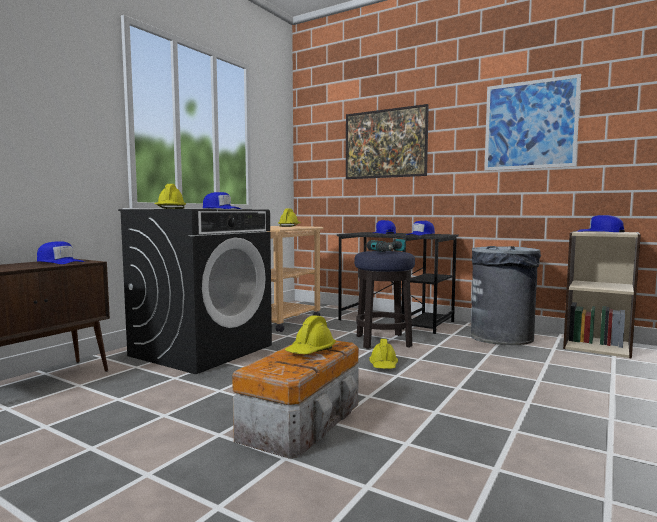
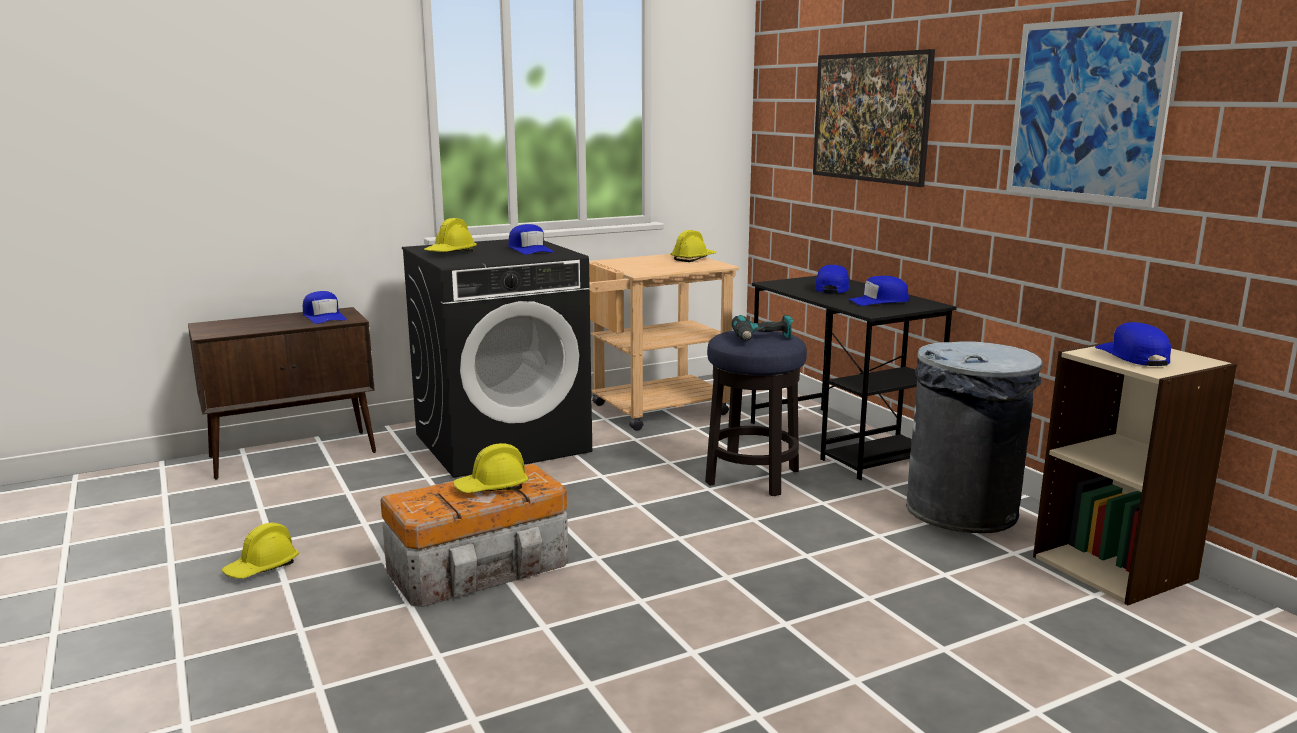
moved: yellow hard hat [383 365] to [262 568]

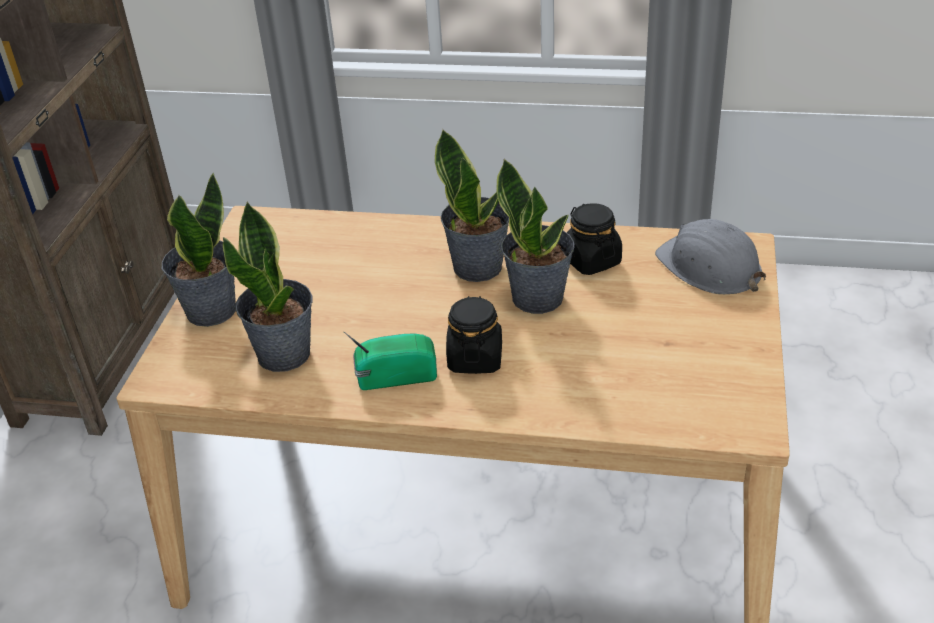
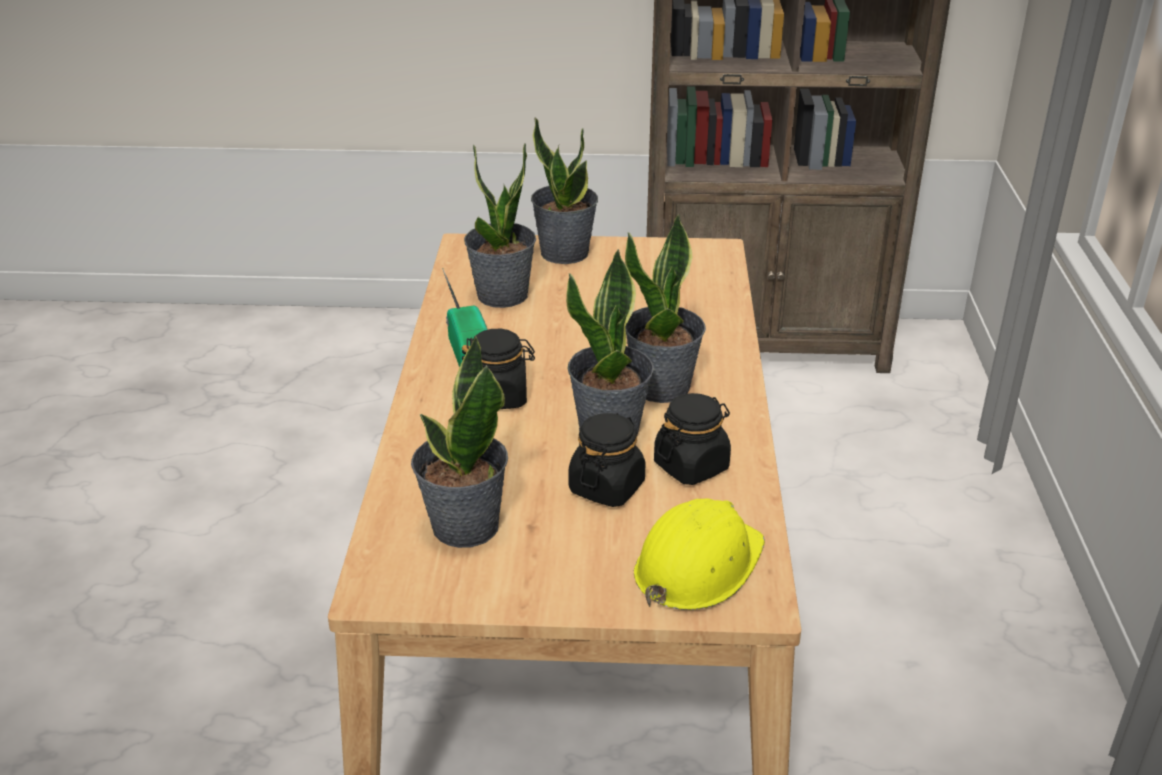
added: potted plant [464 526]; black jar [607 487]
recoloured: grey hard hat [709 267] to yellow hard hat [697 565]

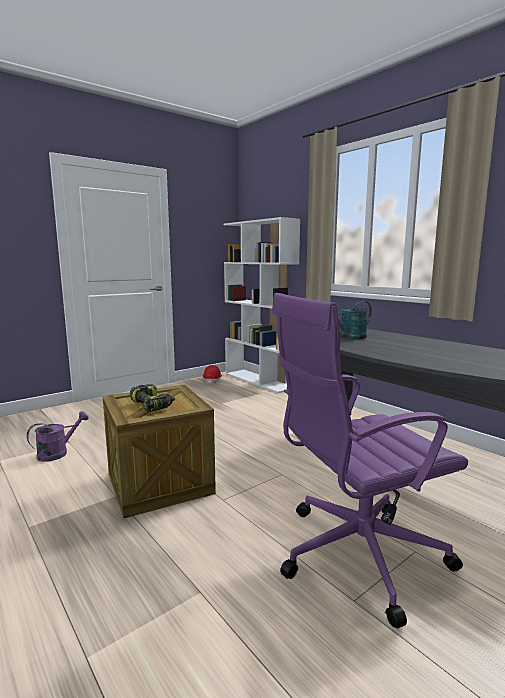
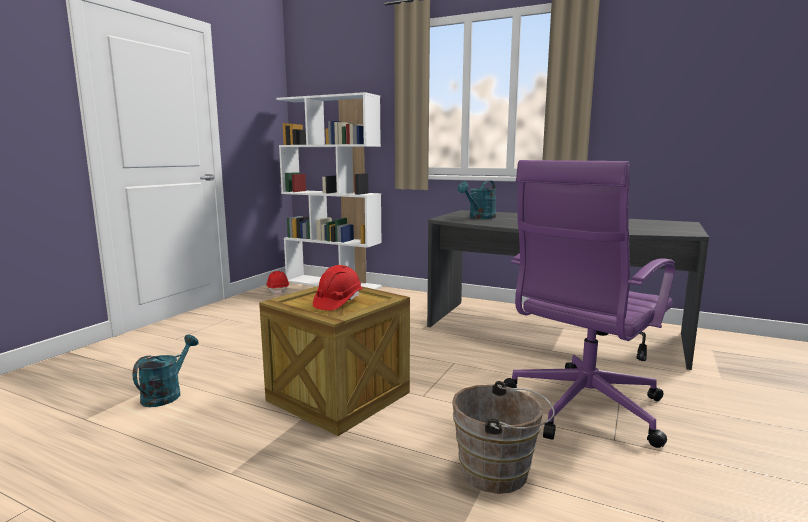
added: brown bucket [500 473]
replaced: power drill [153 405] to red hard hat [338 302]
recoloured: purple watering can [58 453] to turquoise watering can [166 394]

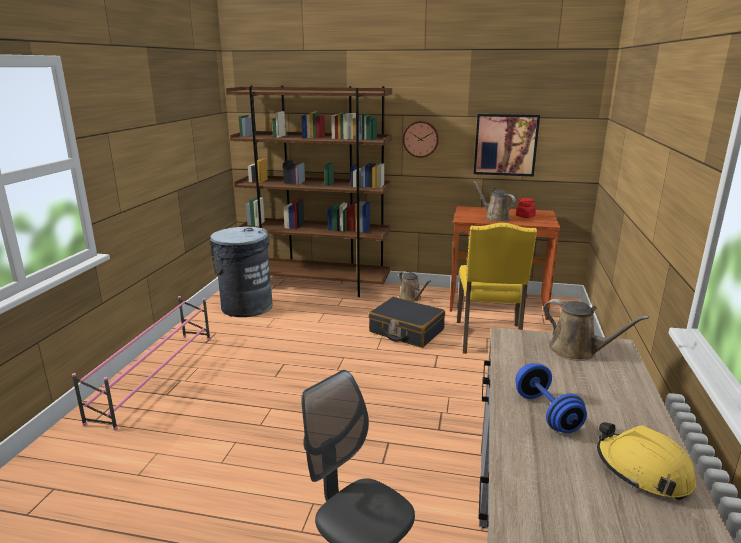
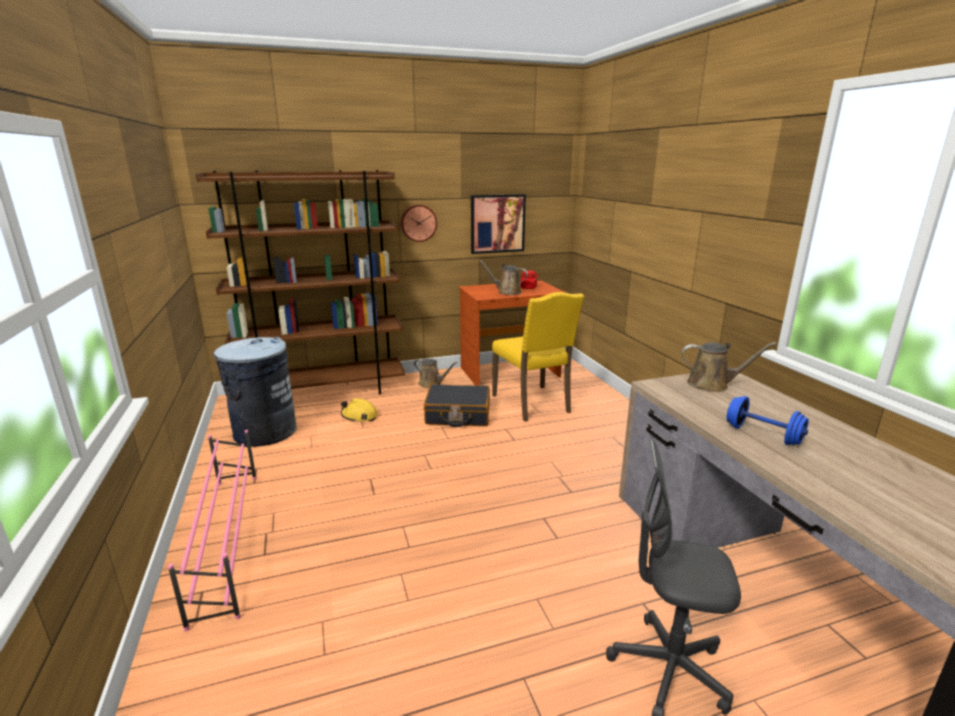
moved: yellow hard hat [643 471] to [359 416]

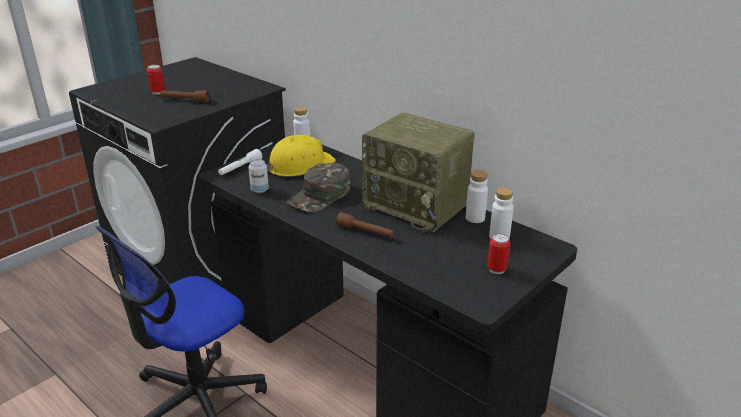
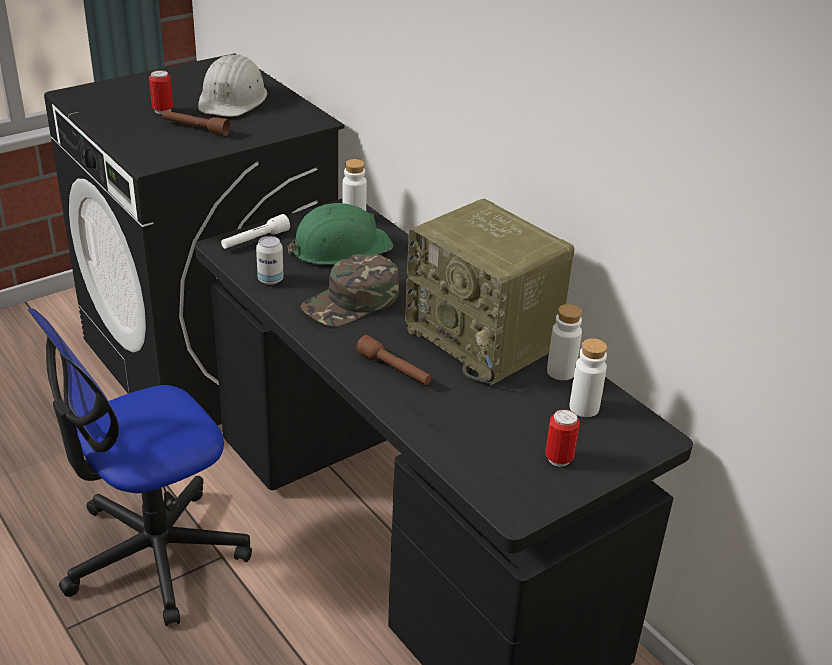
added: white hard hat [233 99]
recoloured: yellow hard hat [300 165] to green hard hat [340 247]

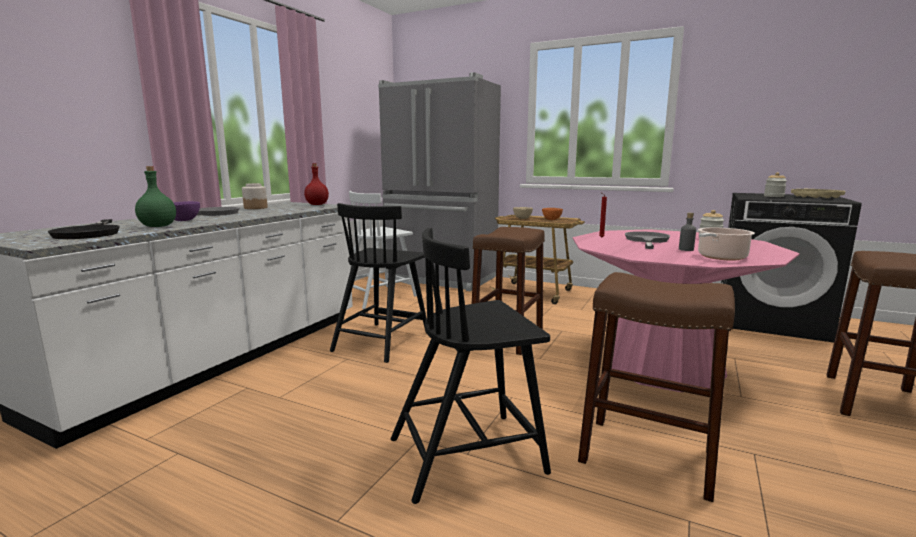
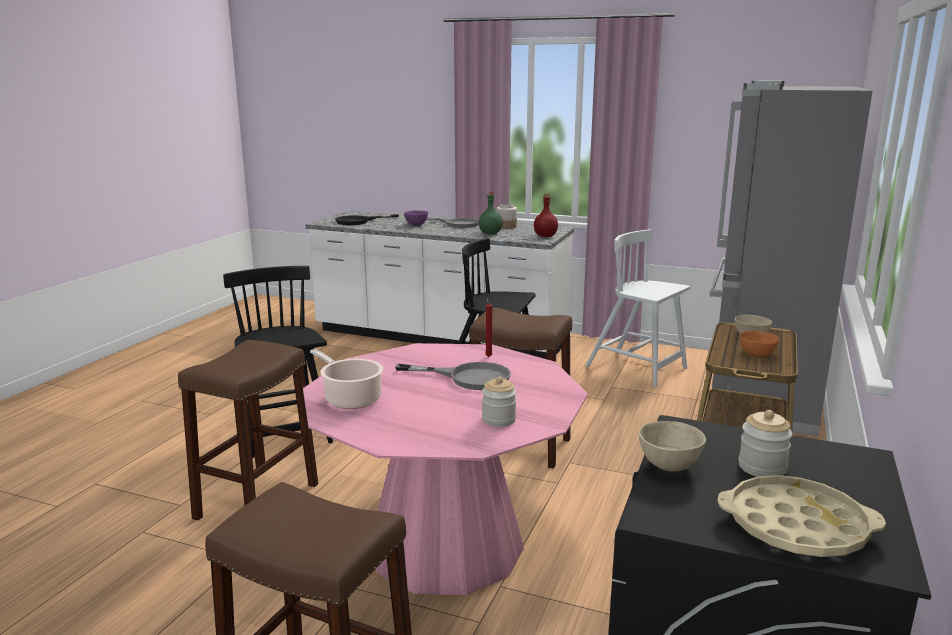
removed: grey bottle [686 249]
added: beige bowl [668 466]
moved: green bottle [158 226] to [490 233]

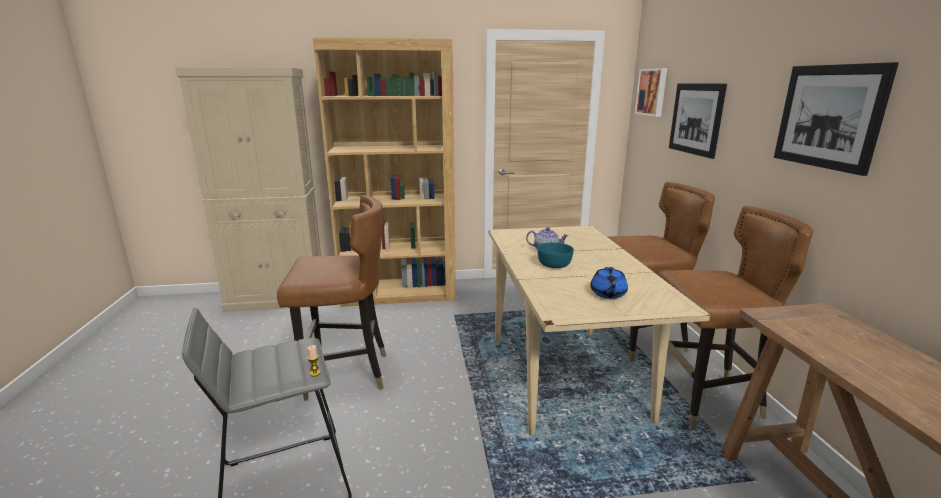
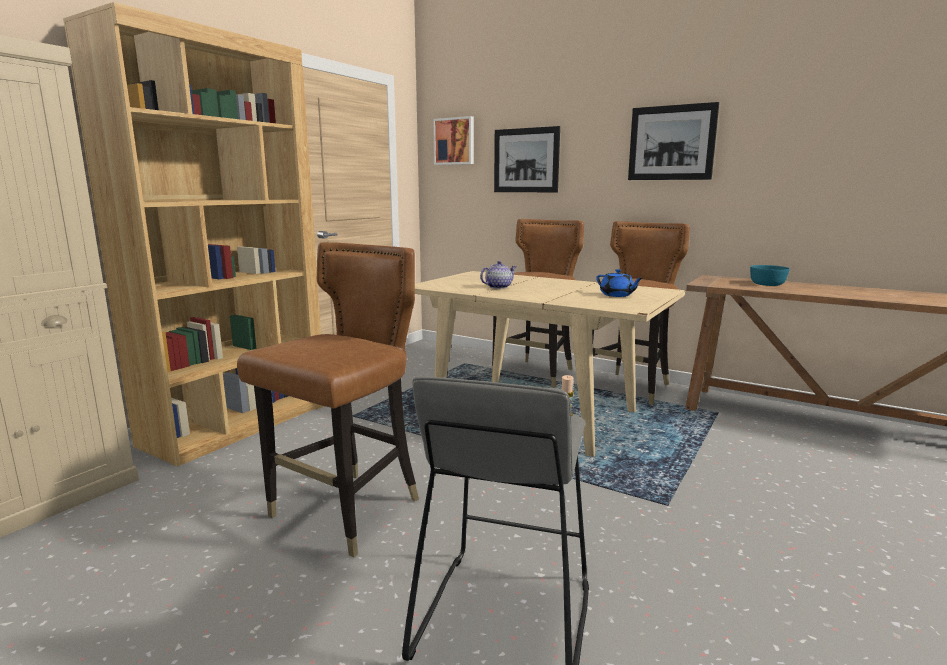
moved: turquoise bowl [554 264] to [767 284]

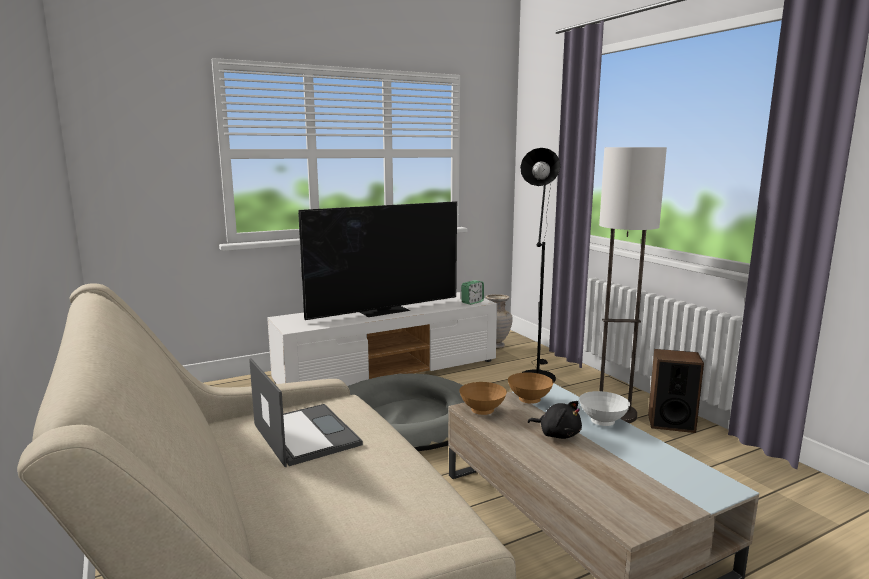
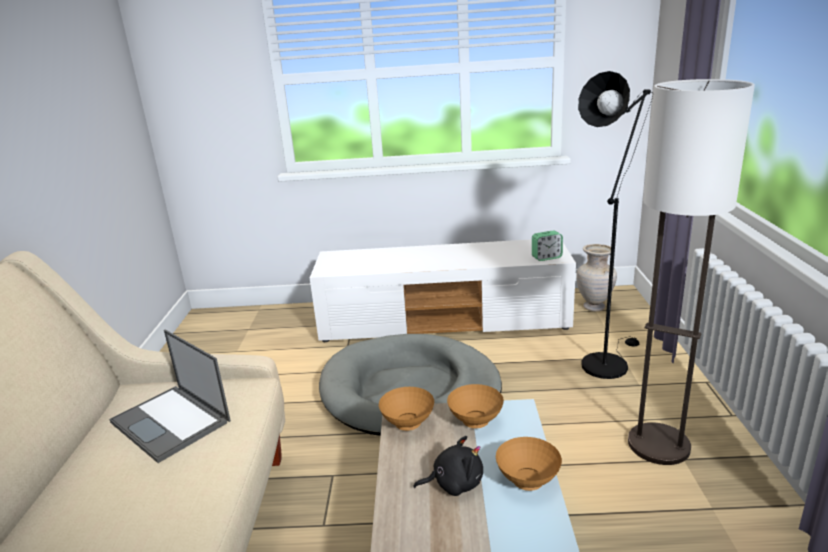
removed: television [385 310]; speaker [671 423]
recoloured: white bowl [602 423] to brown bowl [526 482]
turned: laptop [305 434] = [172 422] 135 degrees clockwise; black plush toy [557 434] = [454 483] 75 degrees counterclockwise

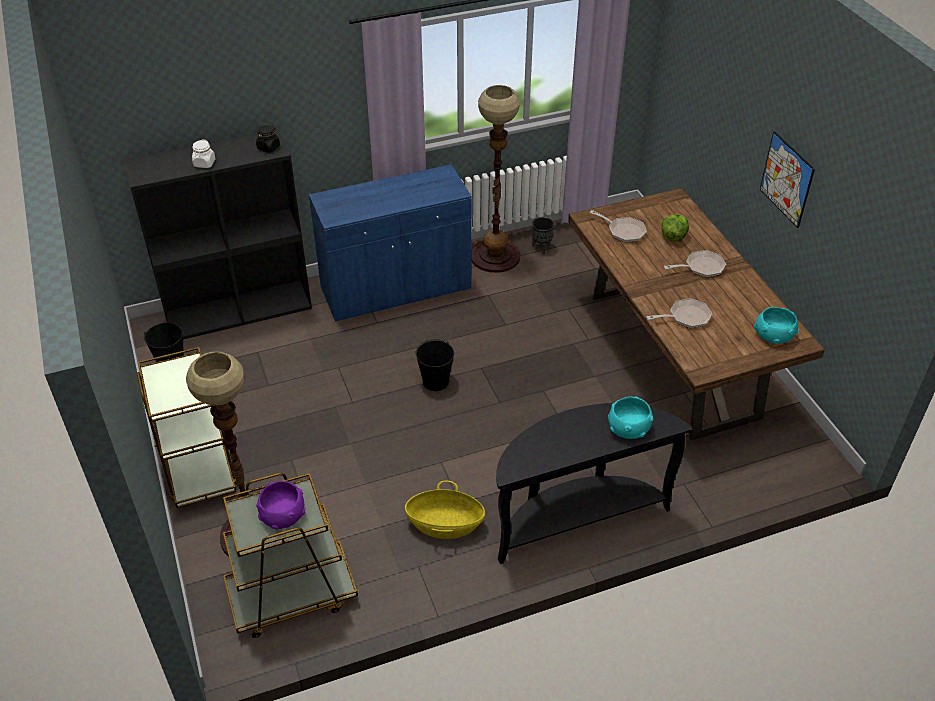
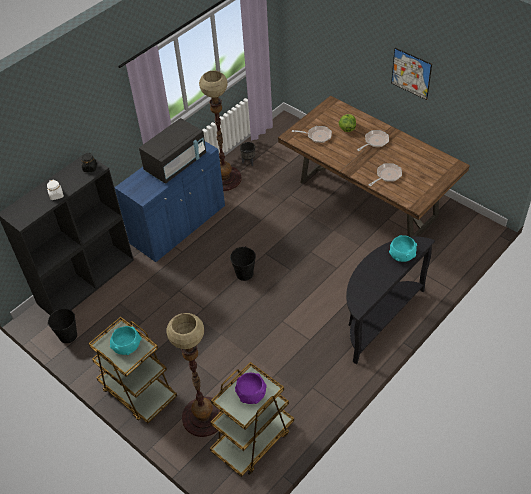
removed: basket [445 524]
added: black microwave [176 163]
moved: turquoise bowl [774 335] to [126 346]

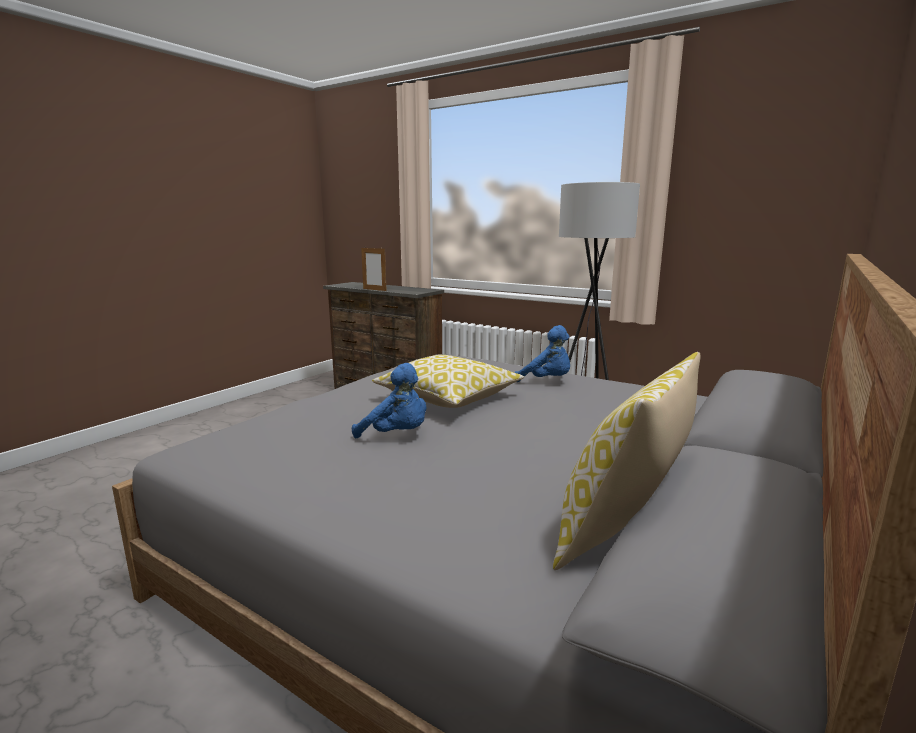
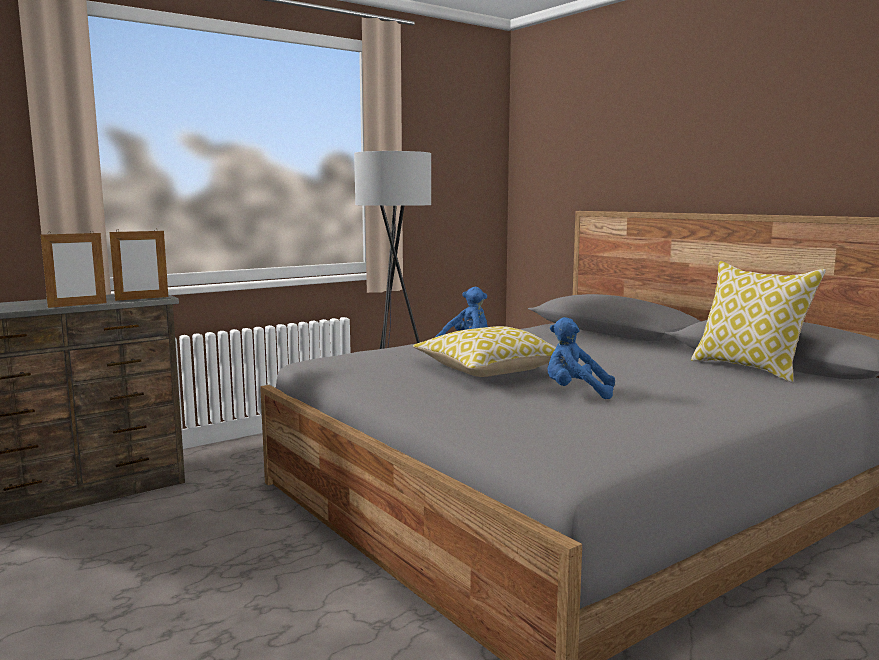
added: picture frame [142 298]
turned: blue plush toy [397 435] = [576 393] 120 degrees counterclockwise

